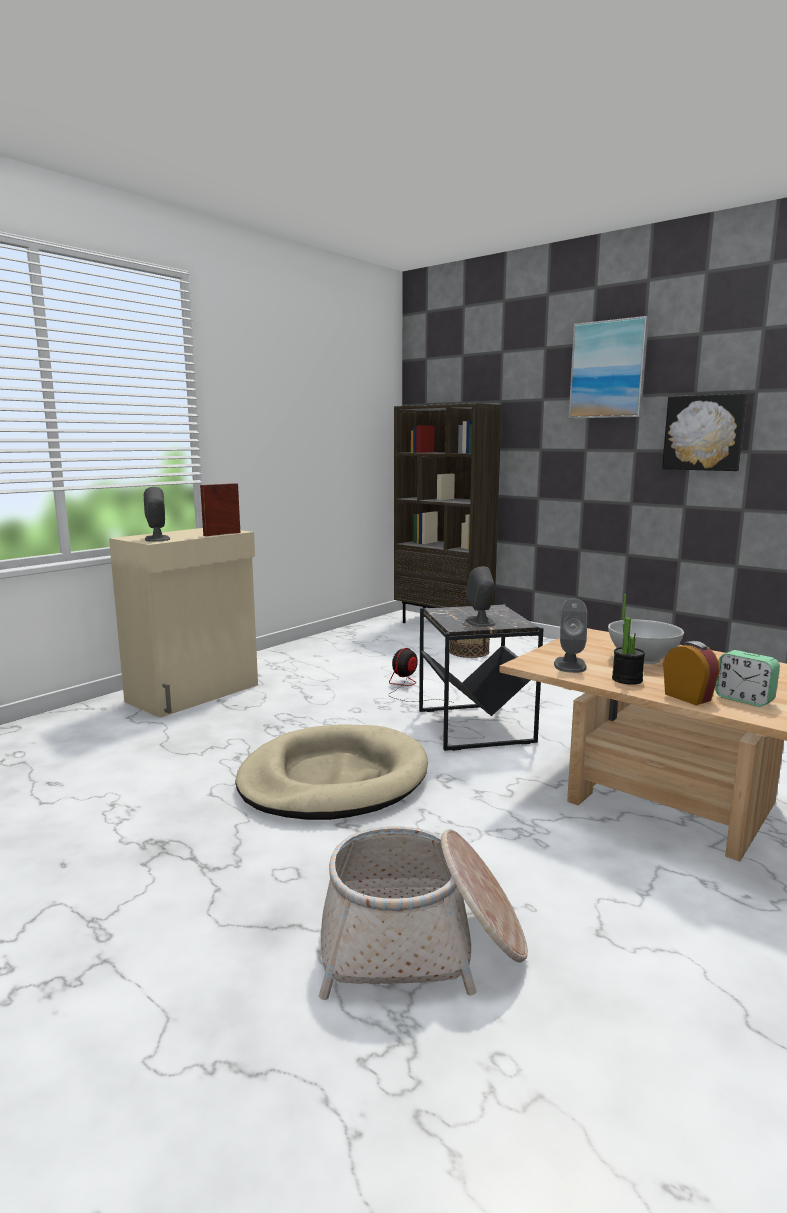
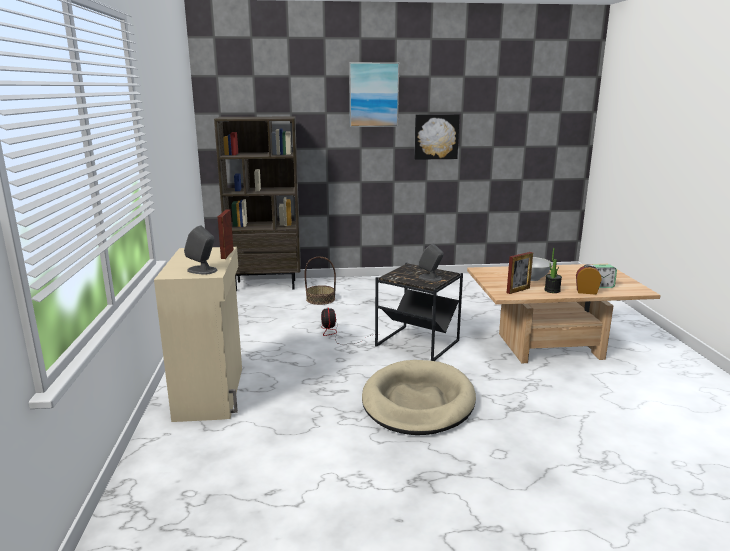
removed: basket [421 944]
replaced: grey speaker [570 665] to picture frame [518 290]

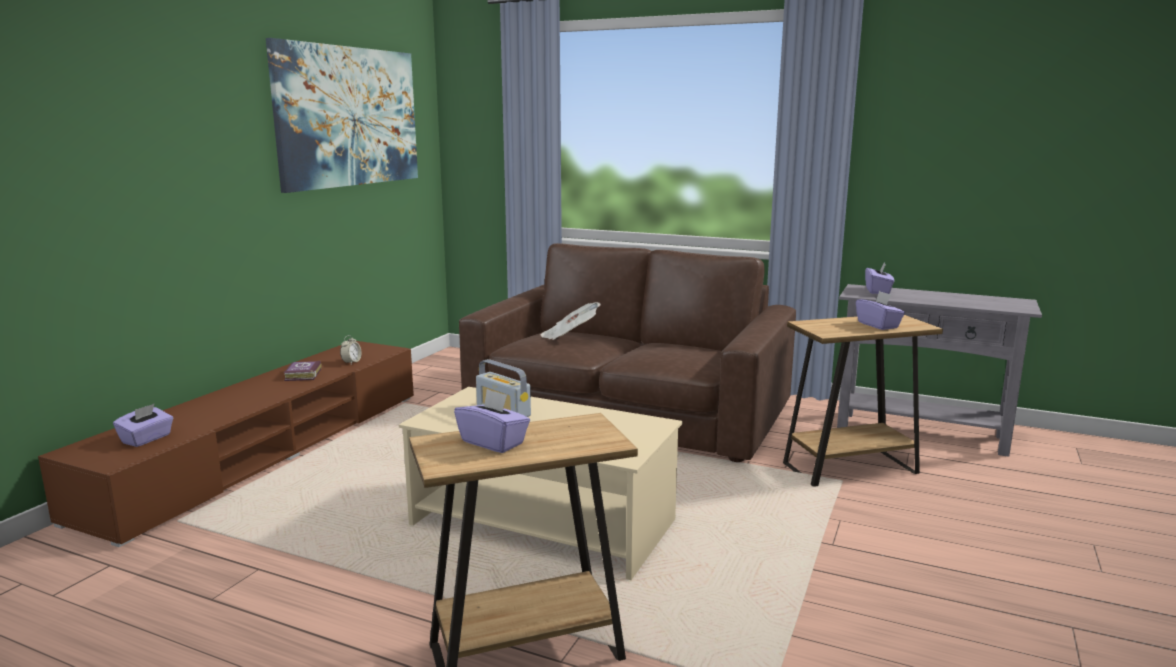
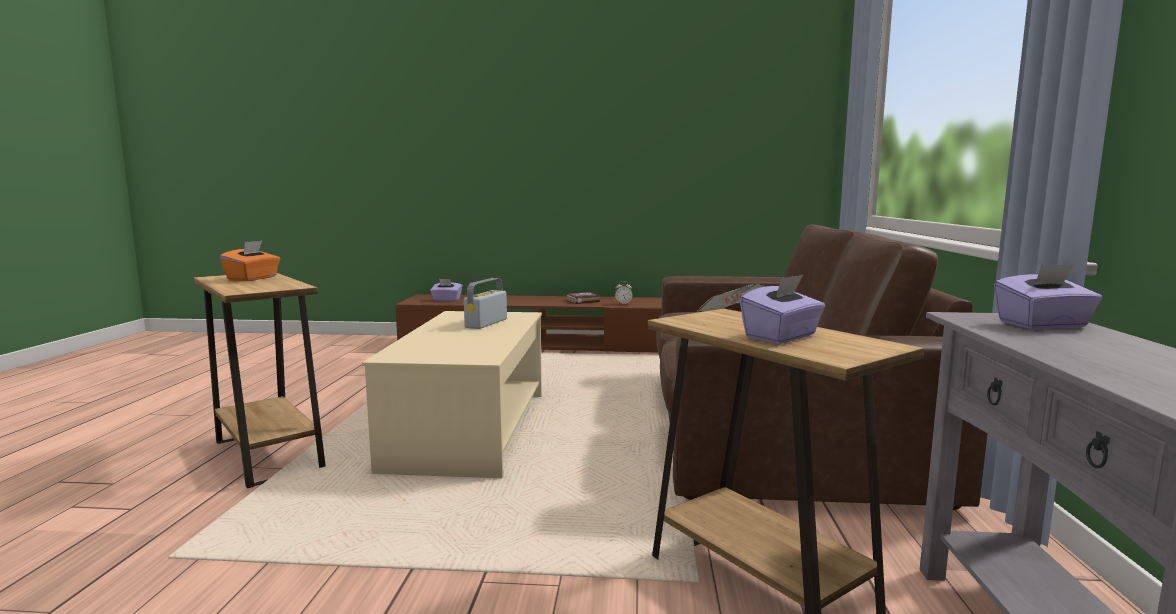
removed: picture [349 117]
recoloured: purple tissue box [493 442] to orange tissue box [253 278]

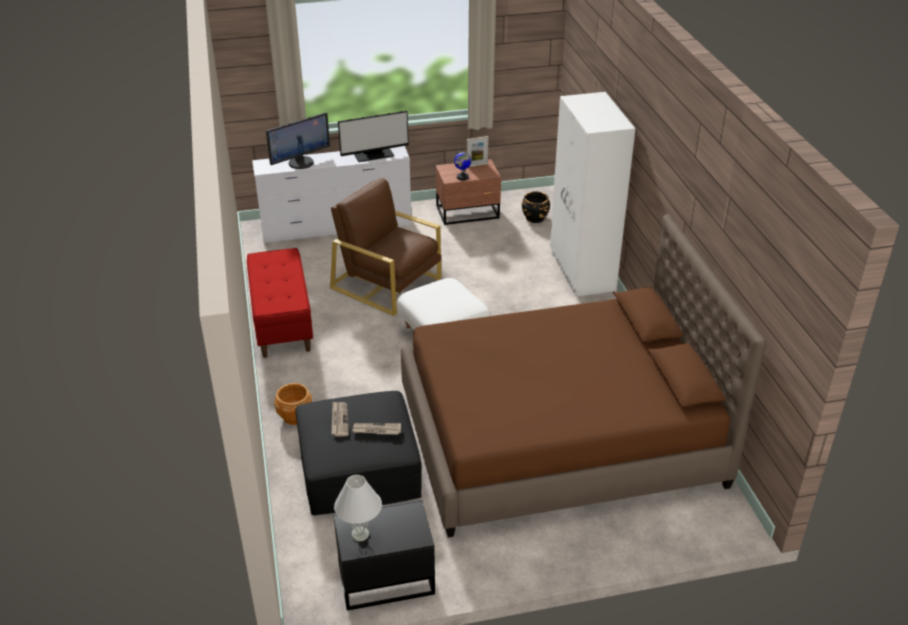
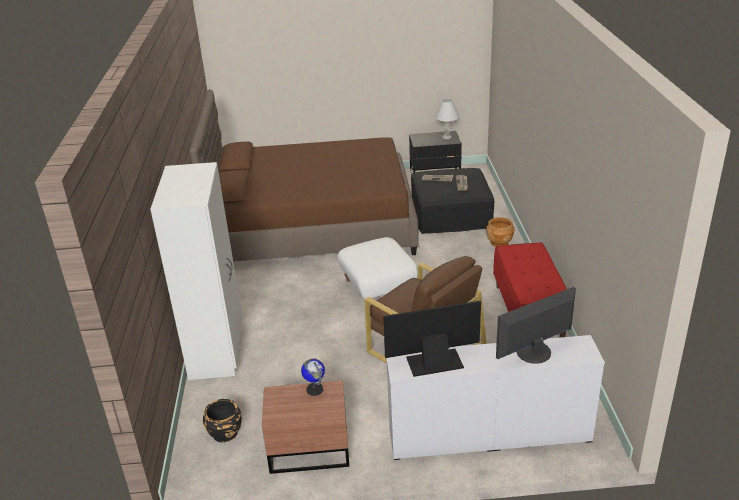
removed: picture frame [477 165]

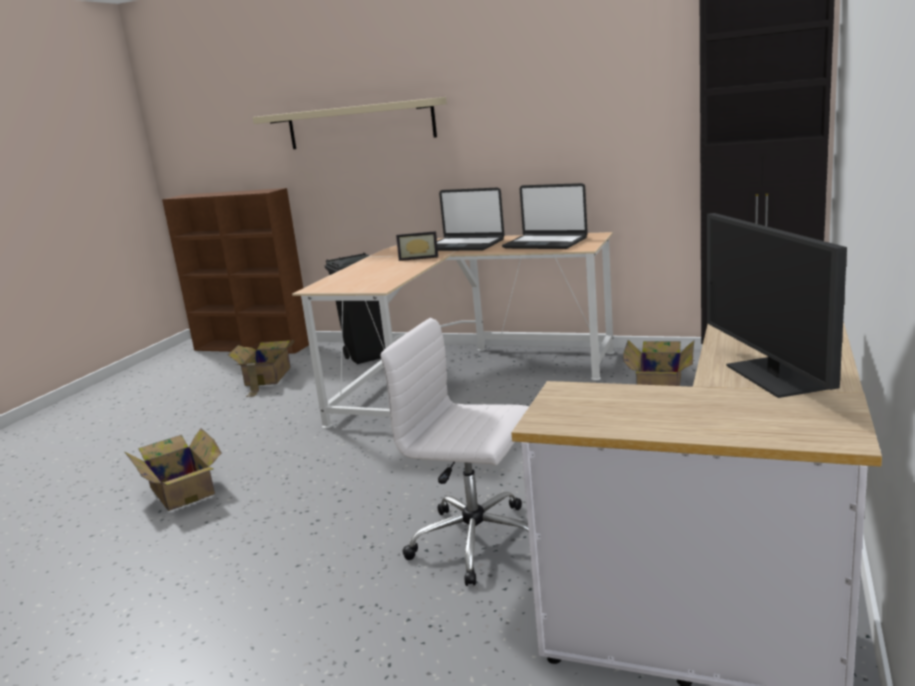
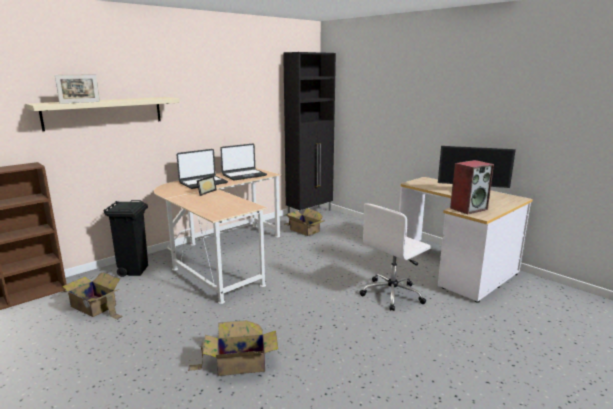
added: picture frame [80 102]; speaker [468 208]

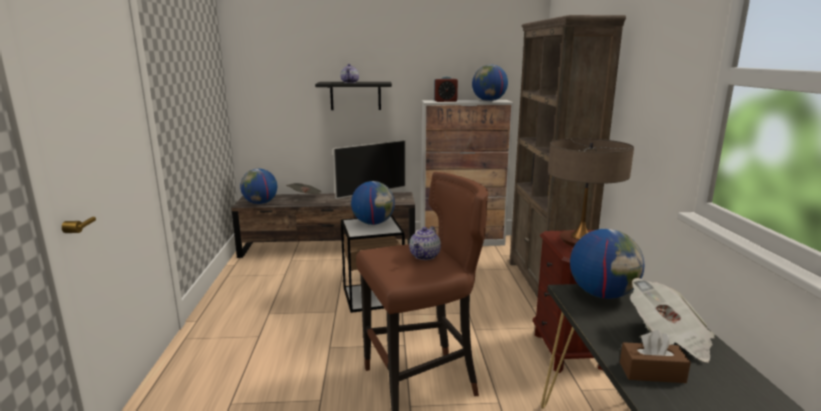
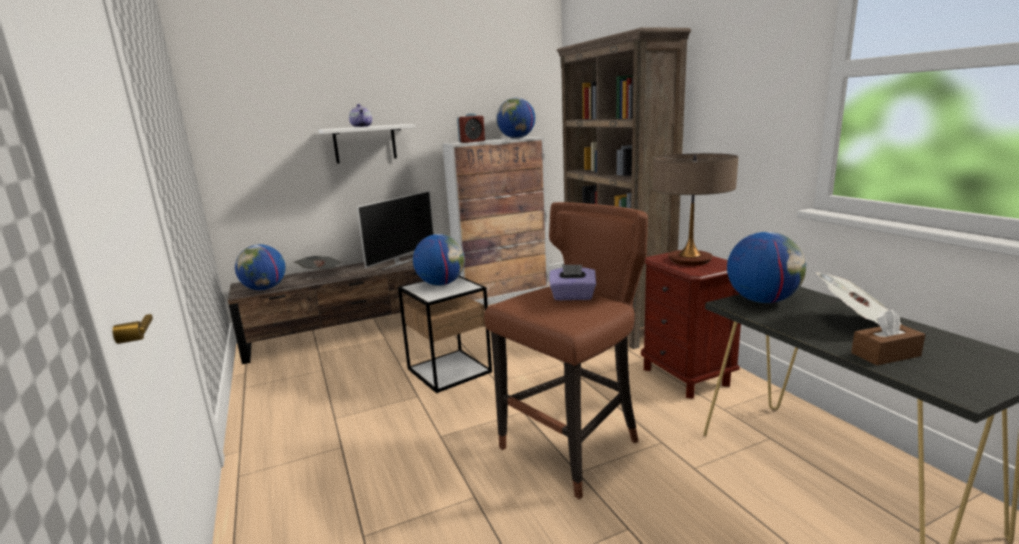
replaced: teapot [425 256] to purple tissue box [572 297]
recoloured: black shelf [355 96] to white shelf [365 143]

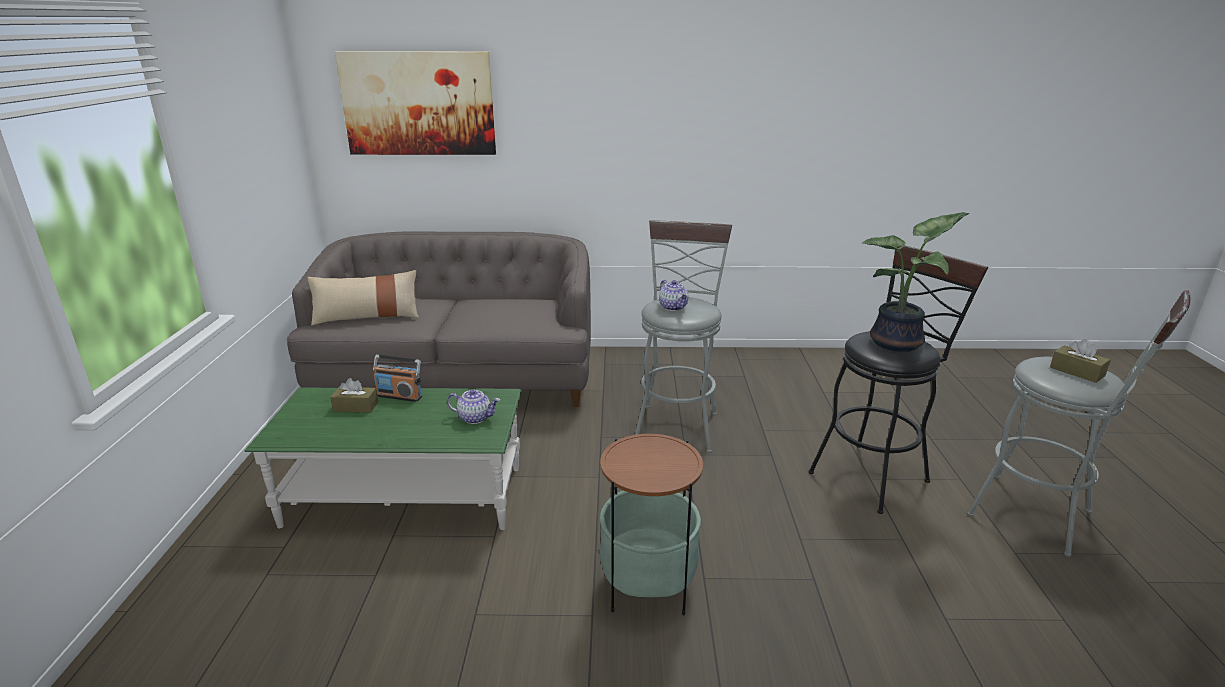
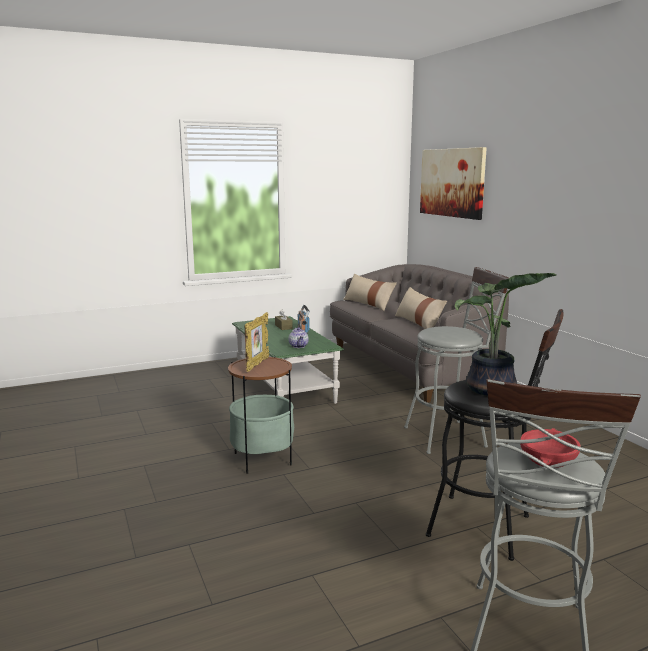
removed: teapot [673 307]
added: picture frame [257 364]; beige pillow [418 323]
replaced: brown tissue box [1077 372] to red bowl [548 461]

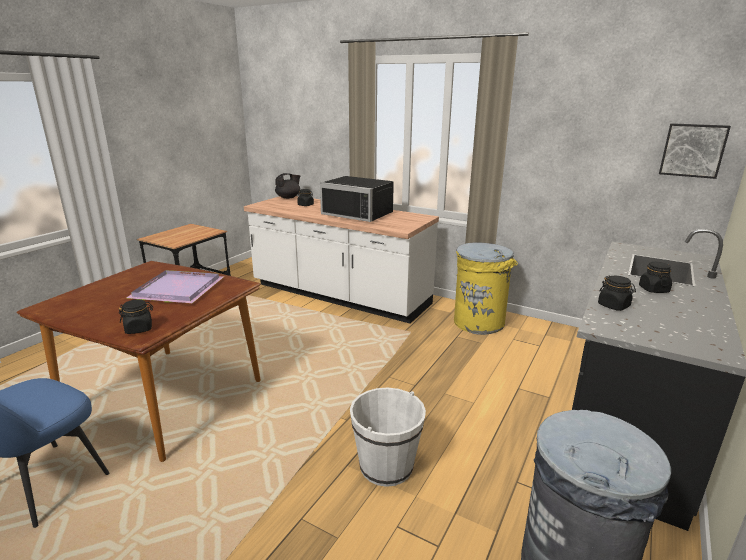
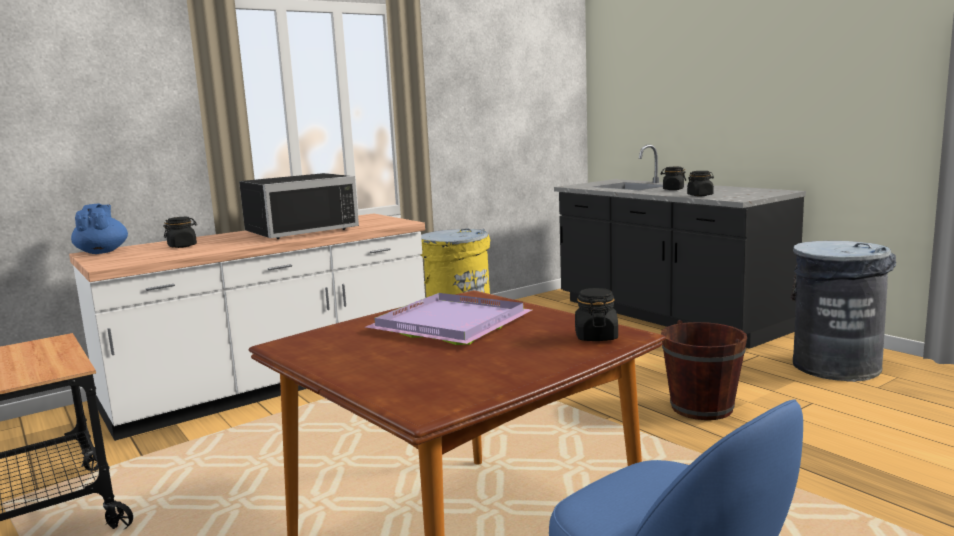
removed: picture [693 150]
recoloured: black teapot [288 197] to blue teapot [102 252]; white bucket [386 466] to brown bucket [701 408]

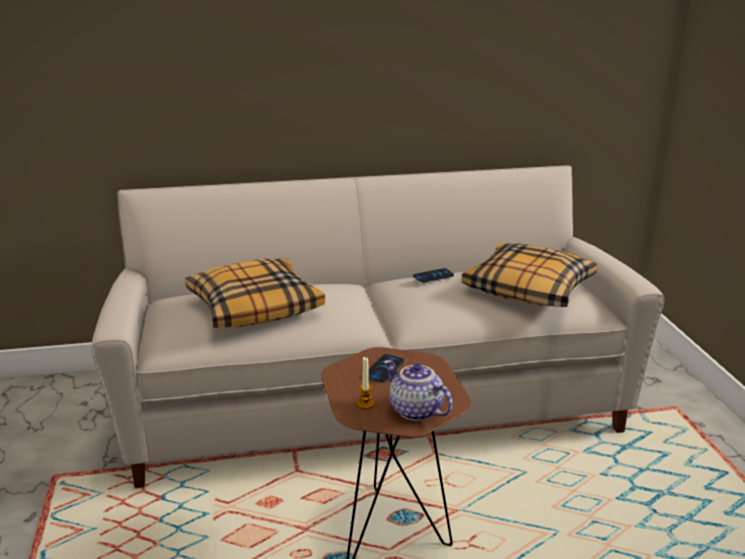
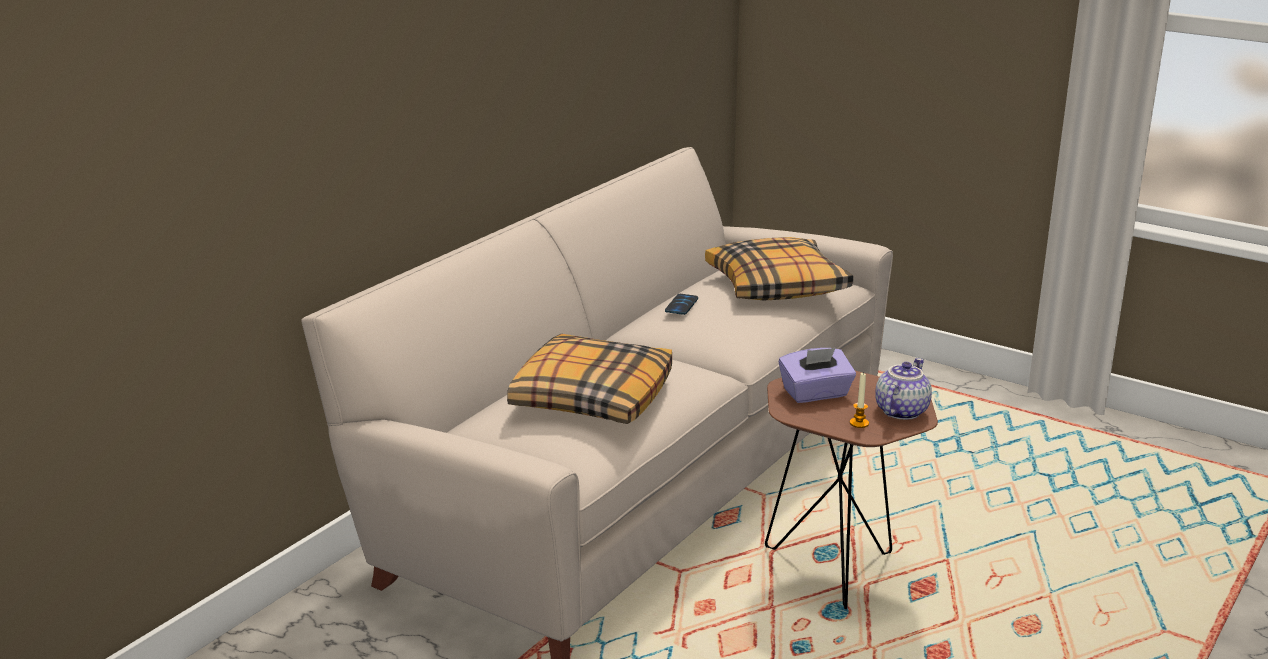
replaced: phone [384 369] to purple tissue box [816 394]
turned: teapot [414 411] = [900 411] 120 degrees clockwise

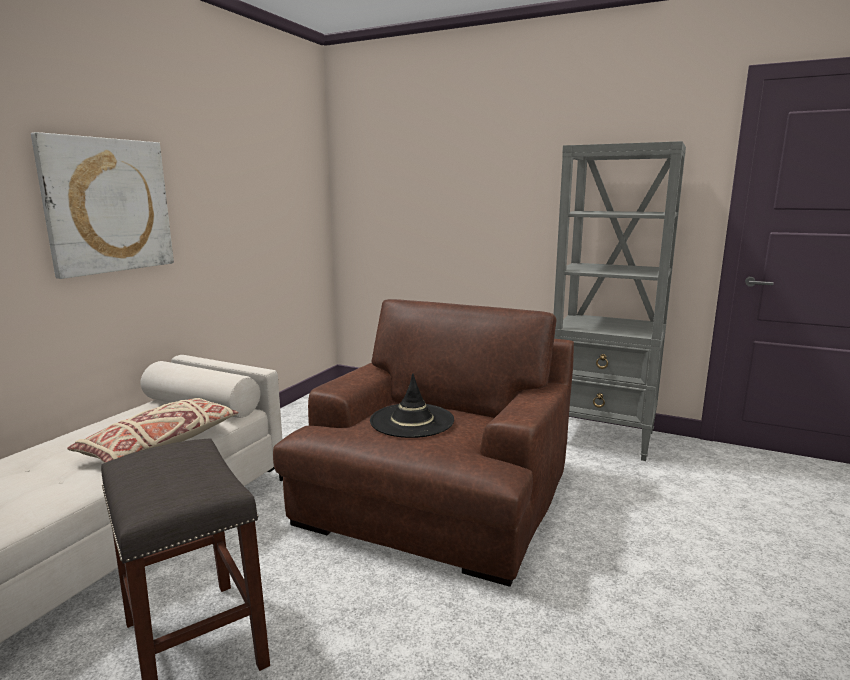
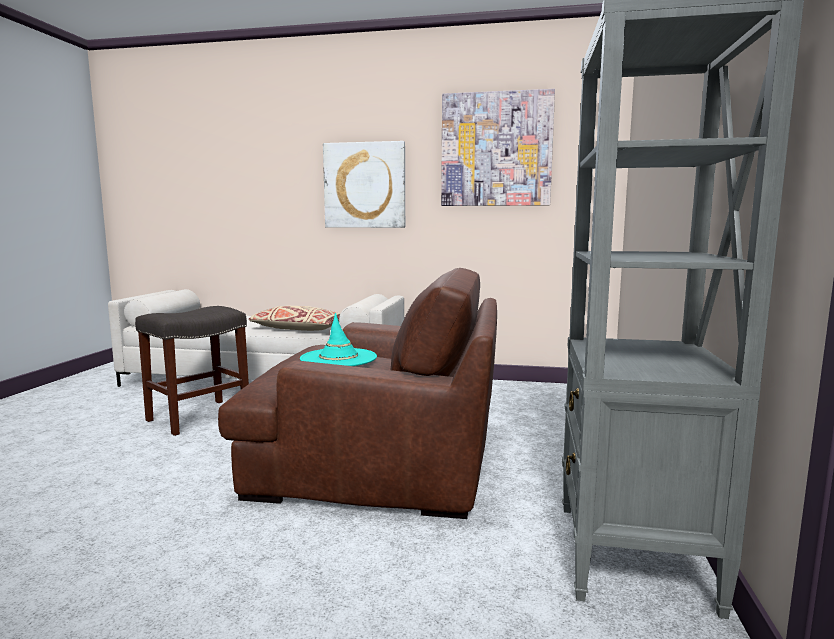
added: picture [496 150]
recoloured: black hat [412 421] to turquoise hat [338 358]

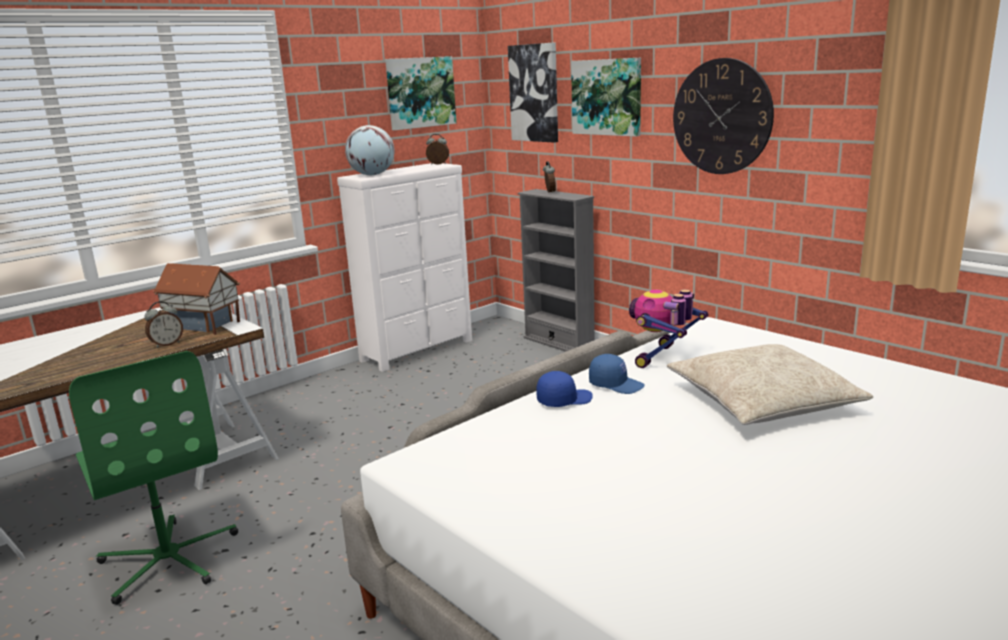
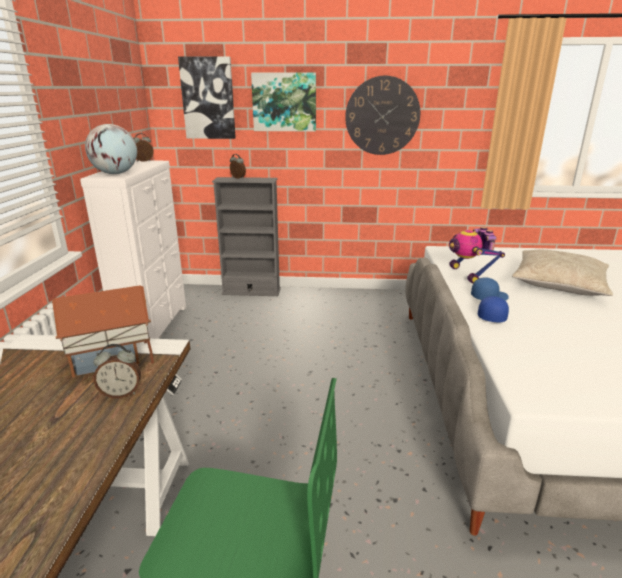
removed: picture [420 92]
turned: alarm clock [167 344] = [121 393] 75 degrees clockwise

